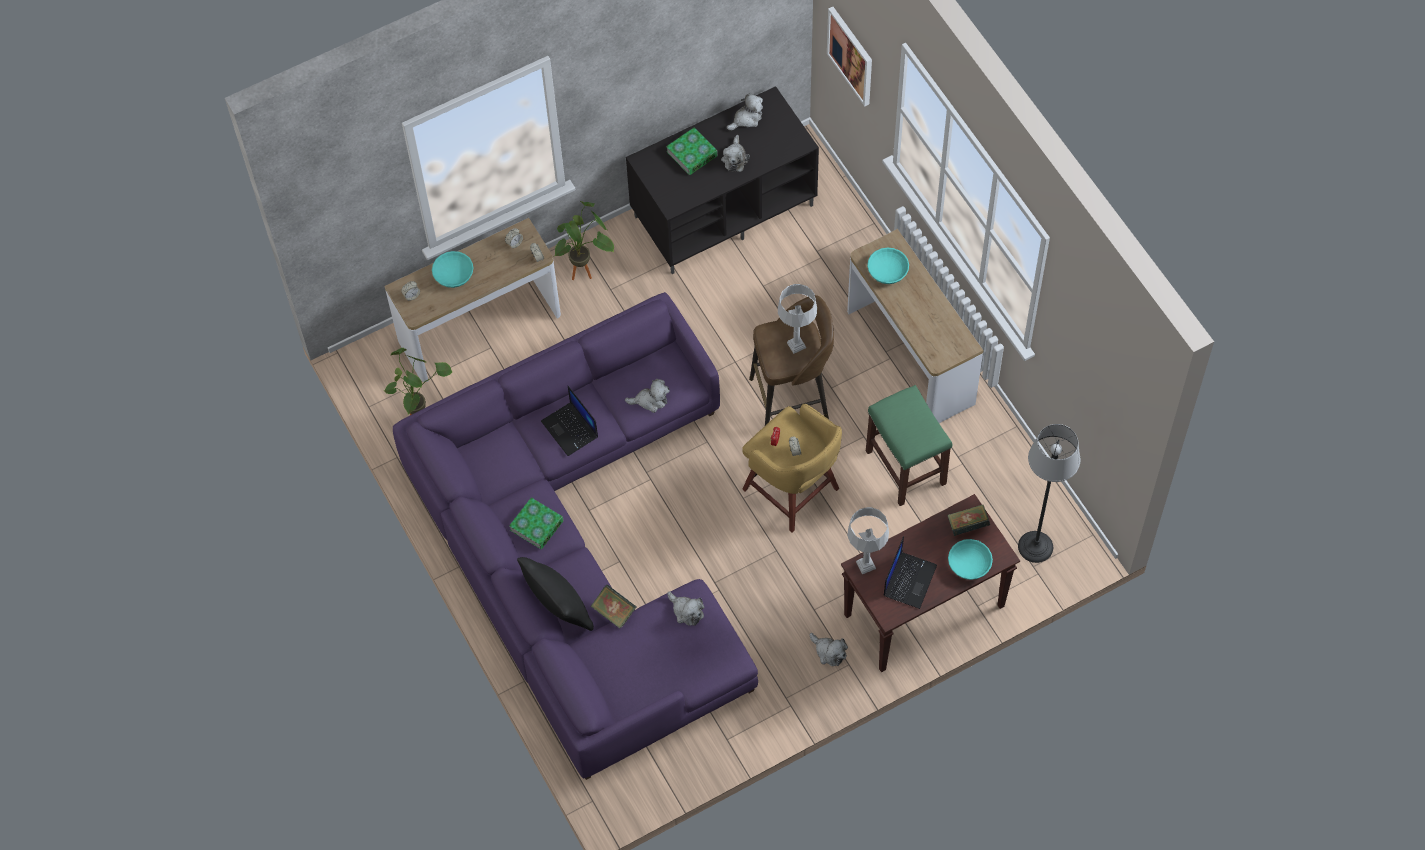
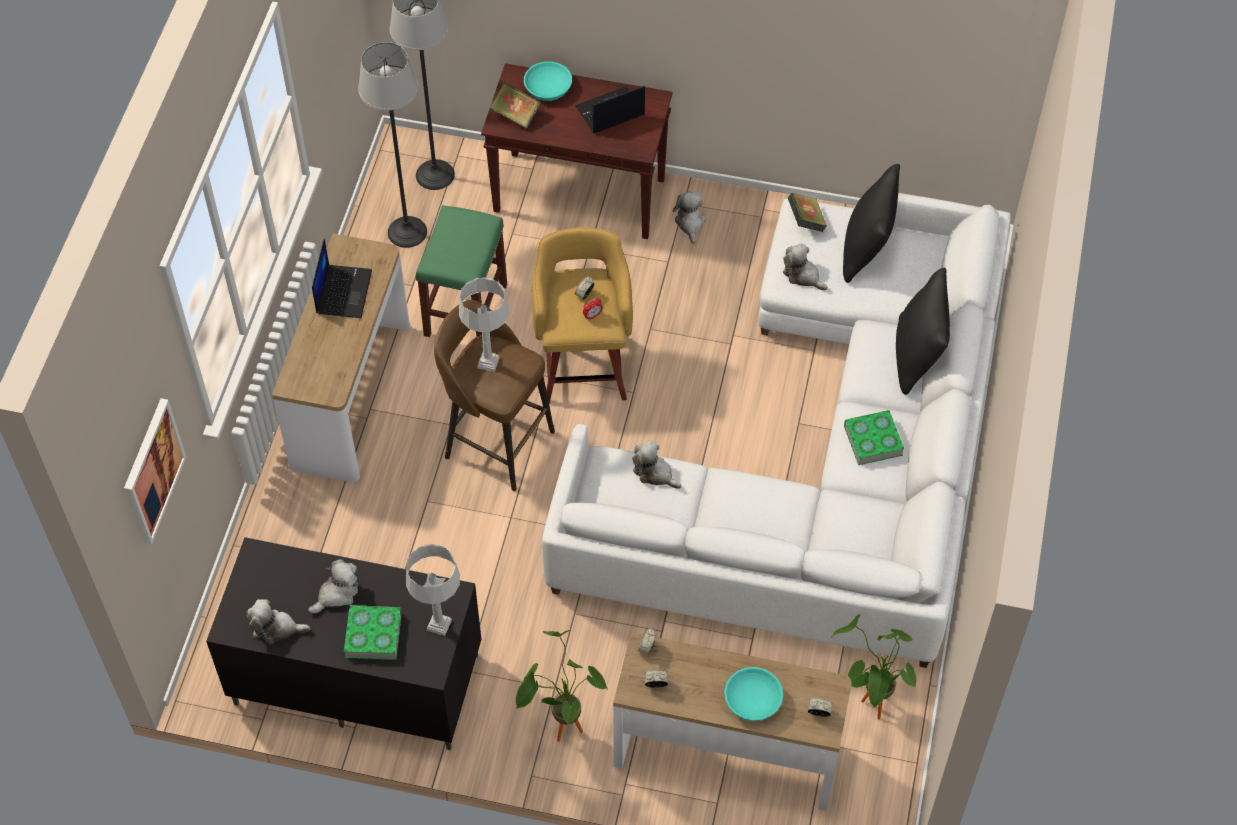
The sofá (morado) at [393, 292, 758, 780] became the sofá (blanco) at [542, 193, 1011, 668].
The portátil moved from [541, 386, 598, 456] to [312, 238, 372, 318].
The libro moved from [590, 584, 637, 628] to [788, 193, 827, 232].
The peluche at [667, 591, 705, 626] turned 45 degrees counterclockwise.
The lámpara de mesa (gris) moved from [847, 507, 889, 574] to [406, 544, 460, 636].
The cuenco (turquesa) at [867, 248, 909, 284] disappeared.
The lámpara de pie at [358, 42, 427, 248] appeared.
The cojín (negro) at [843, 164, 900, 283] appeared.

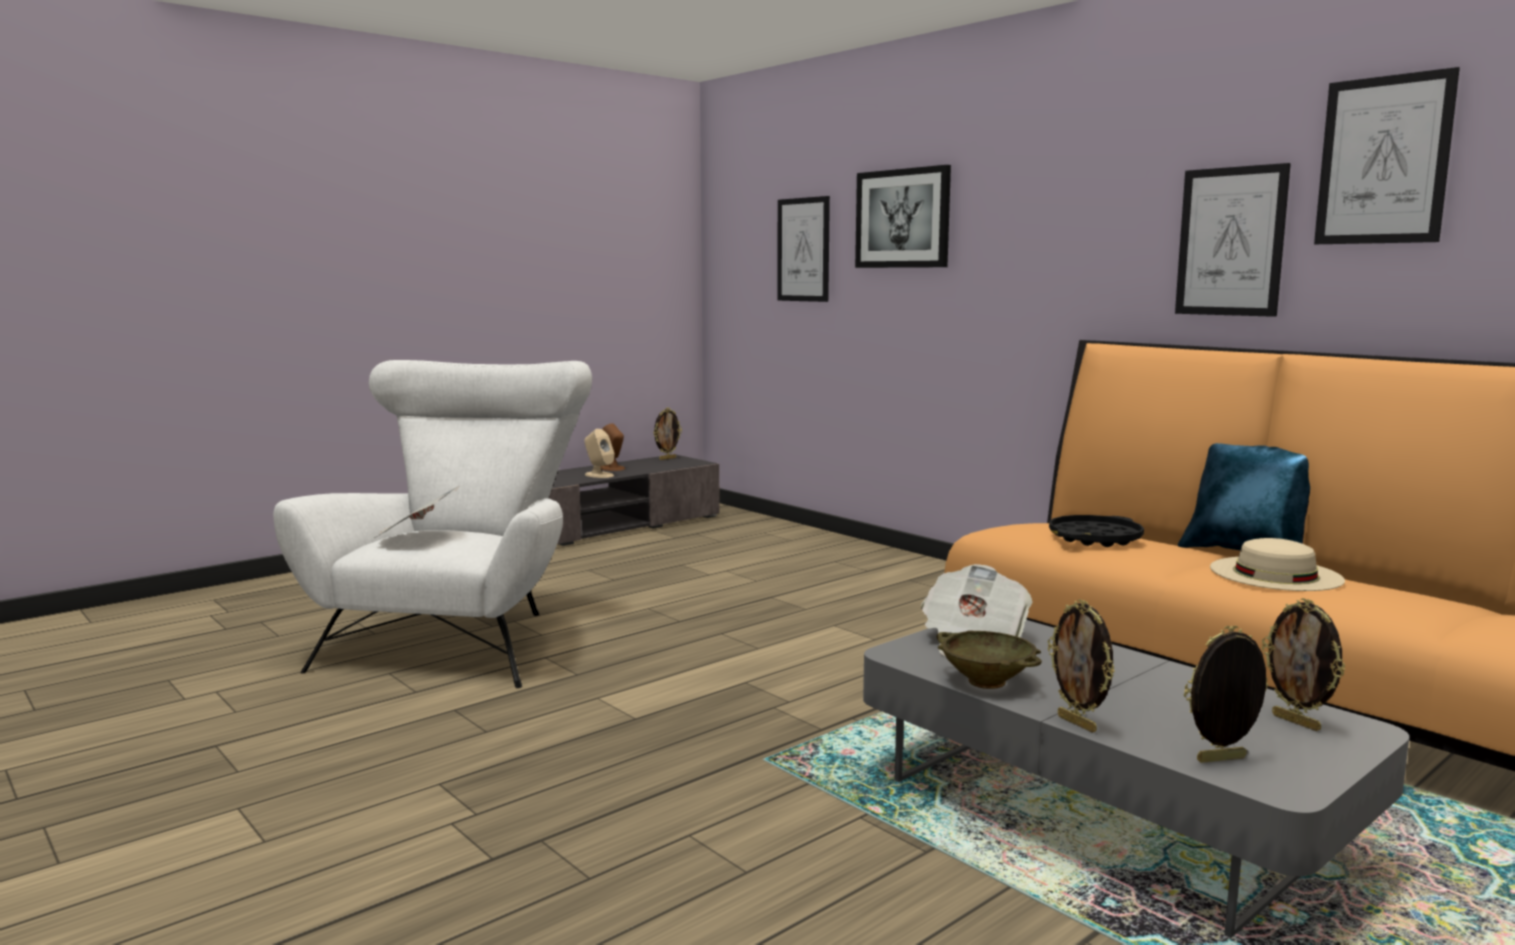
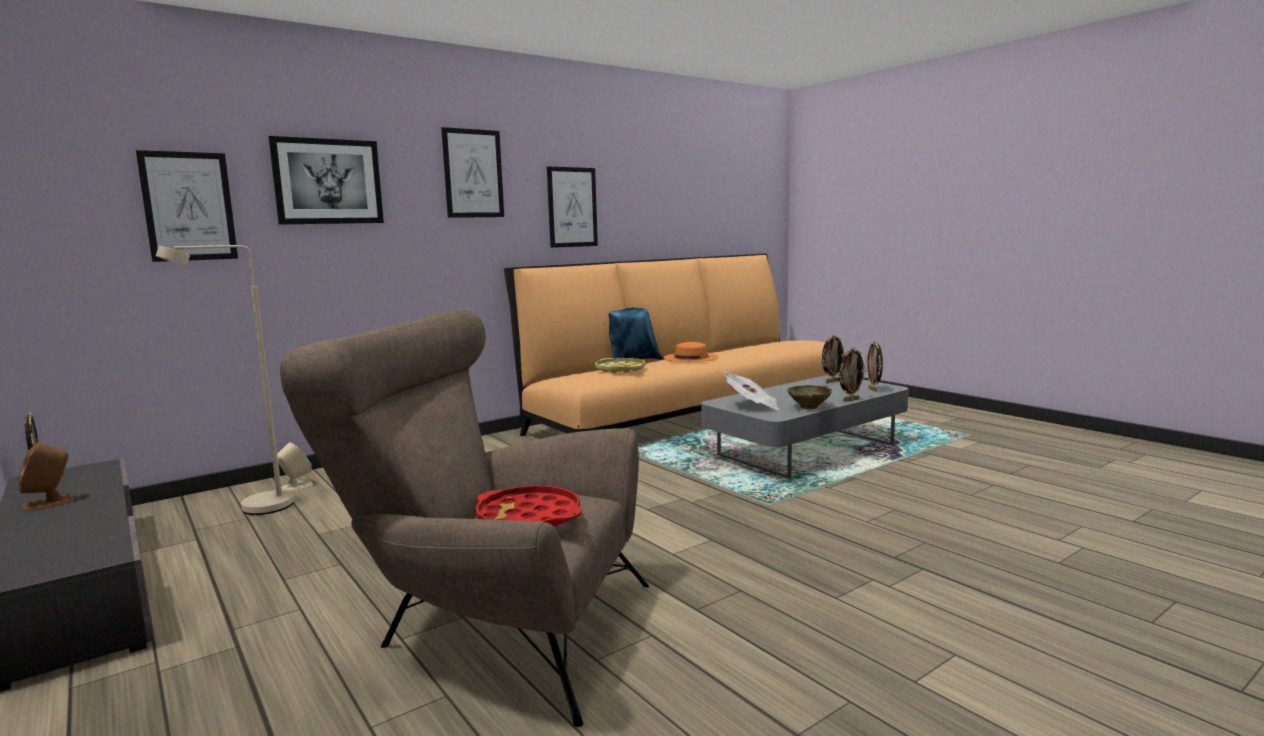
The sillón (blanco) at [273, 360, 592, 688] became the sillón (marrón) at [280, 310, 649, 727].
The periódico at [375, 486, 460, 538] was replaced by the bandeja (rojo) at [476, 486, 582, 527].
The altavoz (beis) moved from [584, 429, 615, 478] to [277, 442, 313, 492].
The bandeja (negro) at [1049, 515, 1144, 547] became the bandeja (amarillo) at [595, 358, 645, 373].
The sombrero (beis) at [1210, 538, 1345, 591] became the sombrero (naranja) at [664, 342, 719, 362].
The cuadro moved from [1314, 67, 1460, 244] to [441, 127, 504, 218].
The lámpara de pie (beis) at [156, 245, 293, 515] appeared.

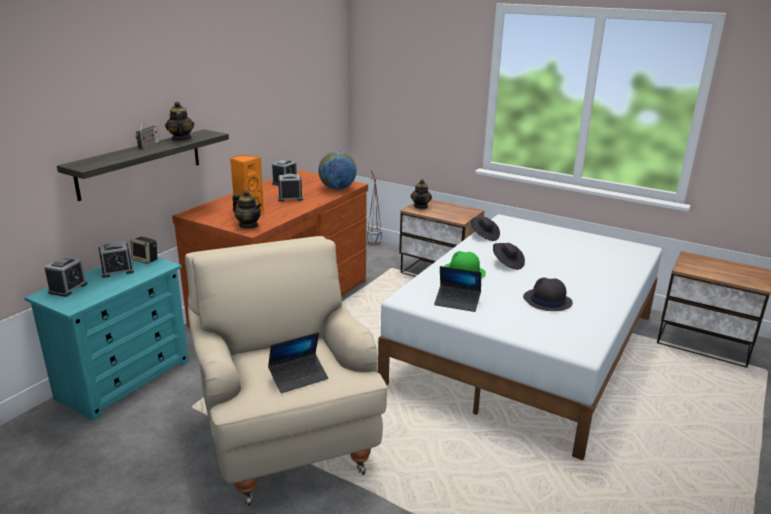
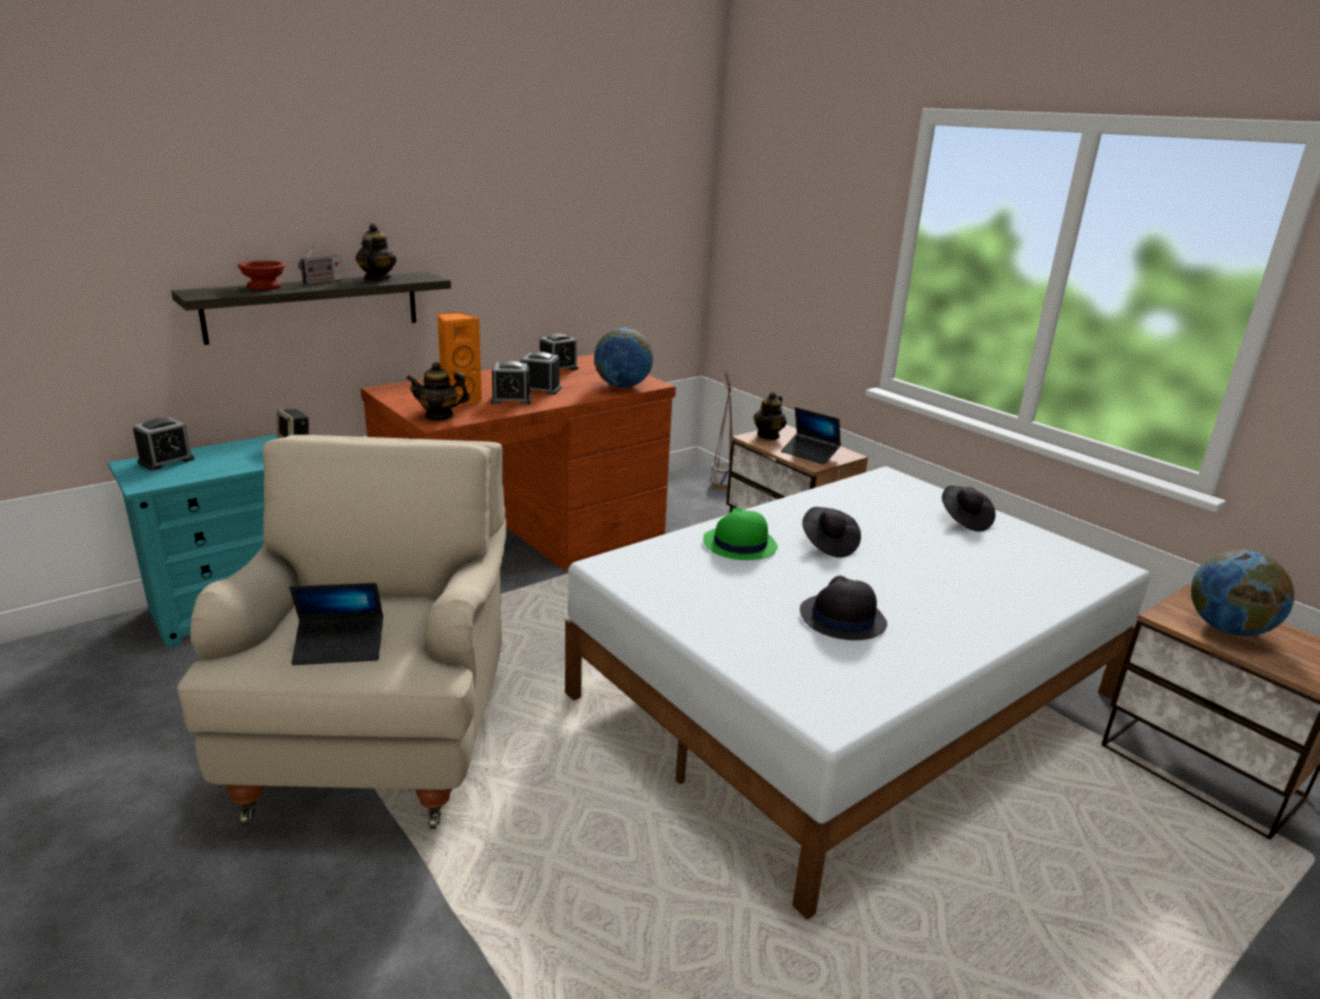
The despertador moved from [98, 241, 134, 278] to [491, 361, 531, 404].
The tetera at [232, 190, 262, 228] turned 120 degrees clockwise.
The portátil moved from [434, 266, 481, 312] to [781, 407, 841, 465].
The sombrero (negro) moved from [471, 217, 500, 241] to [942, 486, 995, 532].
The cuenco (marrón) at [238, 260, 285, 290] appeared.
The globo terráqueo at [1191, 550, 1294, 636] appeared.

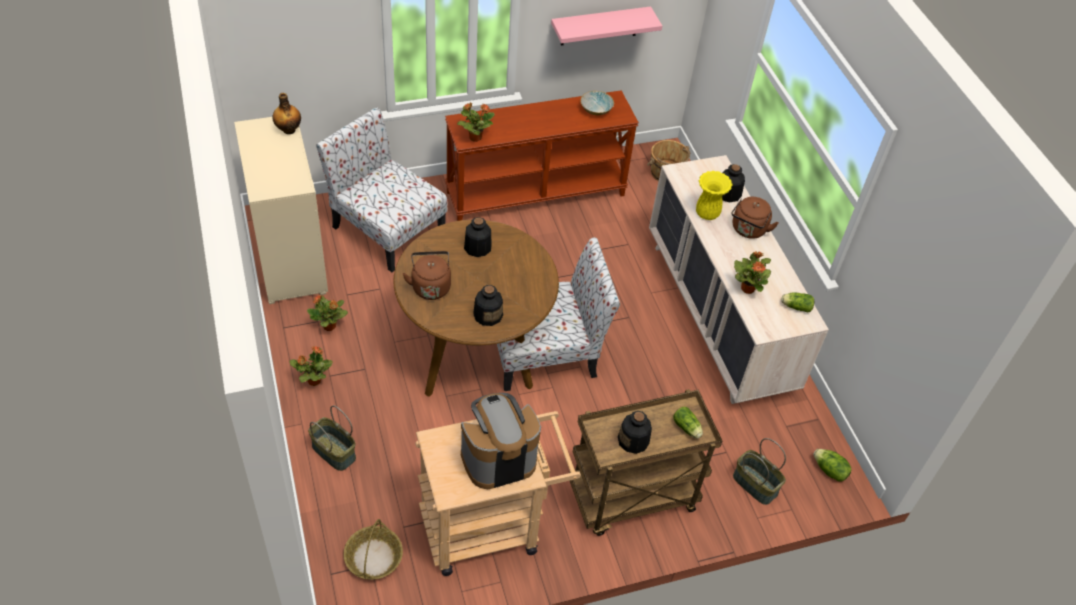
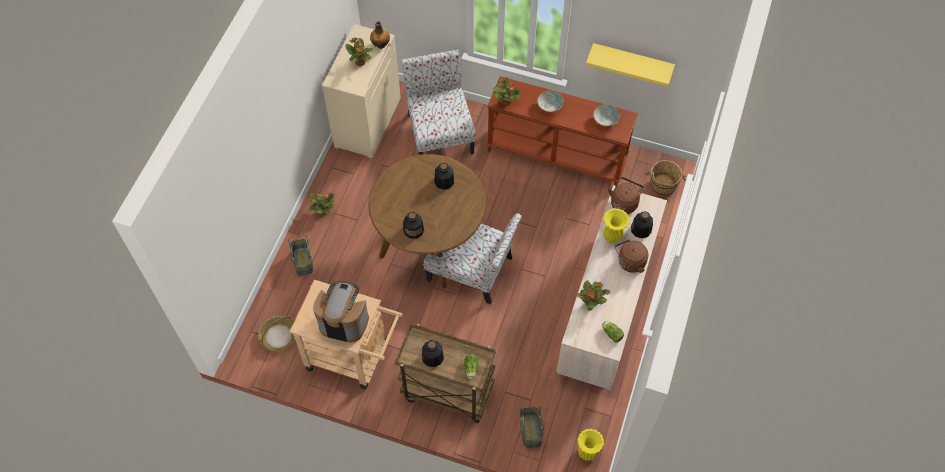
The planta en maceta moved from [307, 295, 348, 331] to [345, 38, 373, 66].
The hervidor (marrón) moved from [402, 251, 451, 300] to [608, 177, 645, 214].
The estante (rosa) at [551, 7, 662, 45] became the estante (amarillo) at [586, 43, 675, 87].
The lechuga at [813, 449, 852, 481] was replaced by the florero (amarillo) at [577, 429, 604, 461].
The cuenco at [537, 91, 564, 113] appeared.

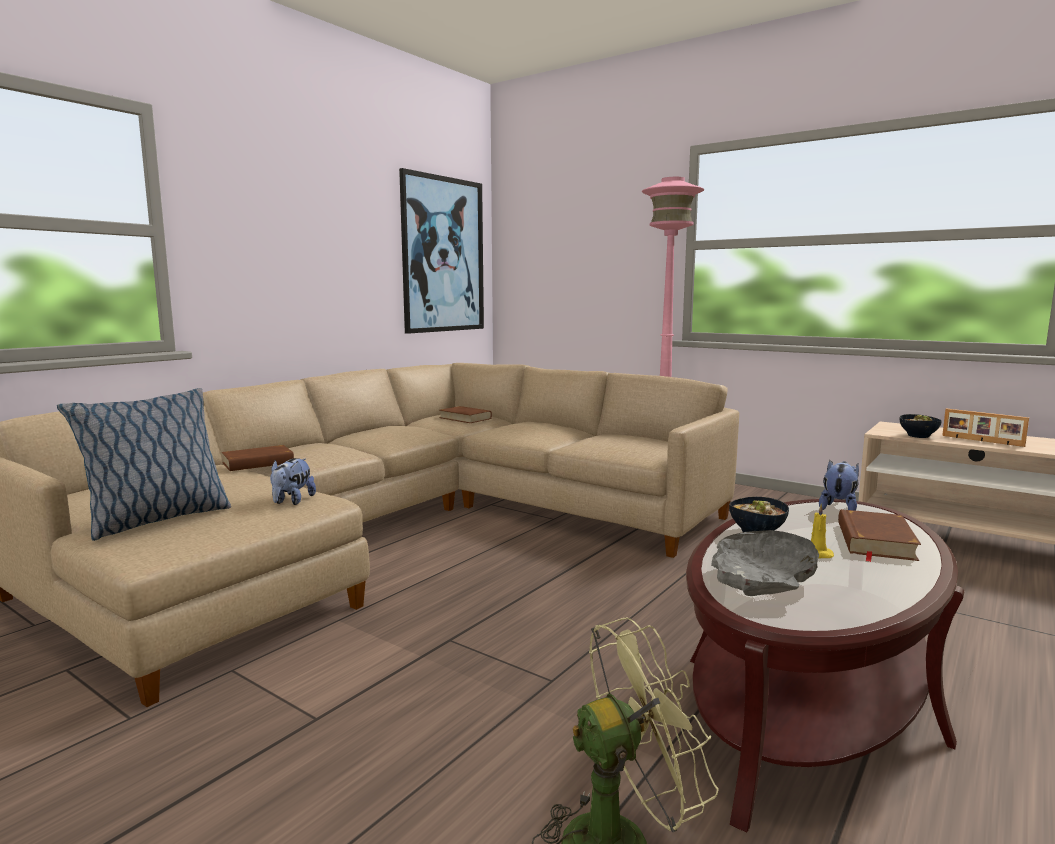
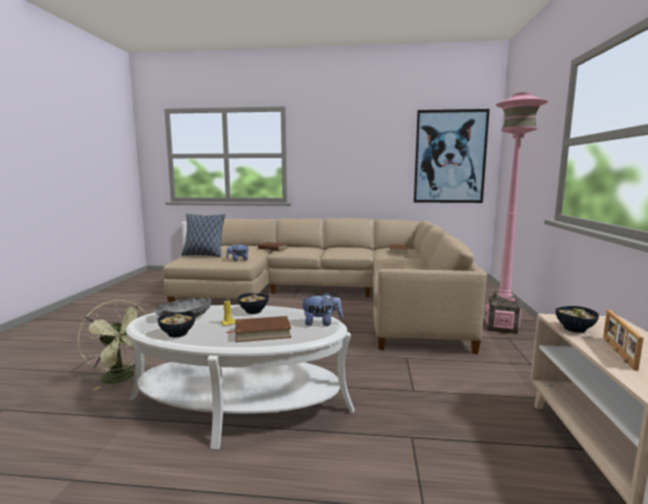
The mesa de centro (marrón) at [686, 499, 964, 833] became the mesa de centro (blanco) at [126, 305, 354, 449].
The cuenco at [157, 312, 195, 337] appeared.

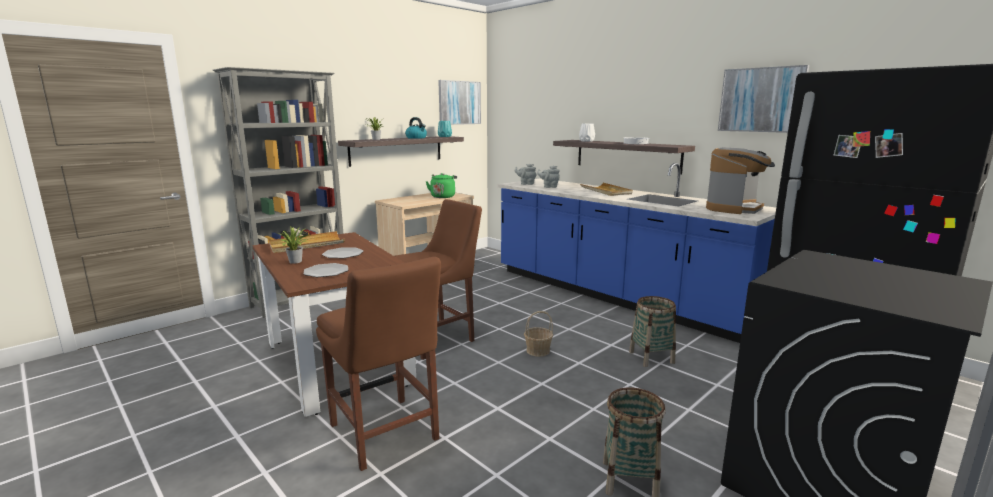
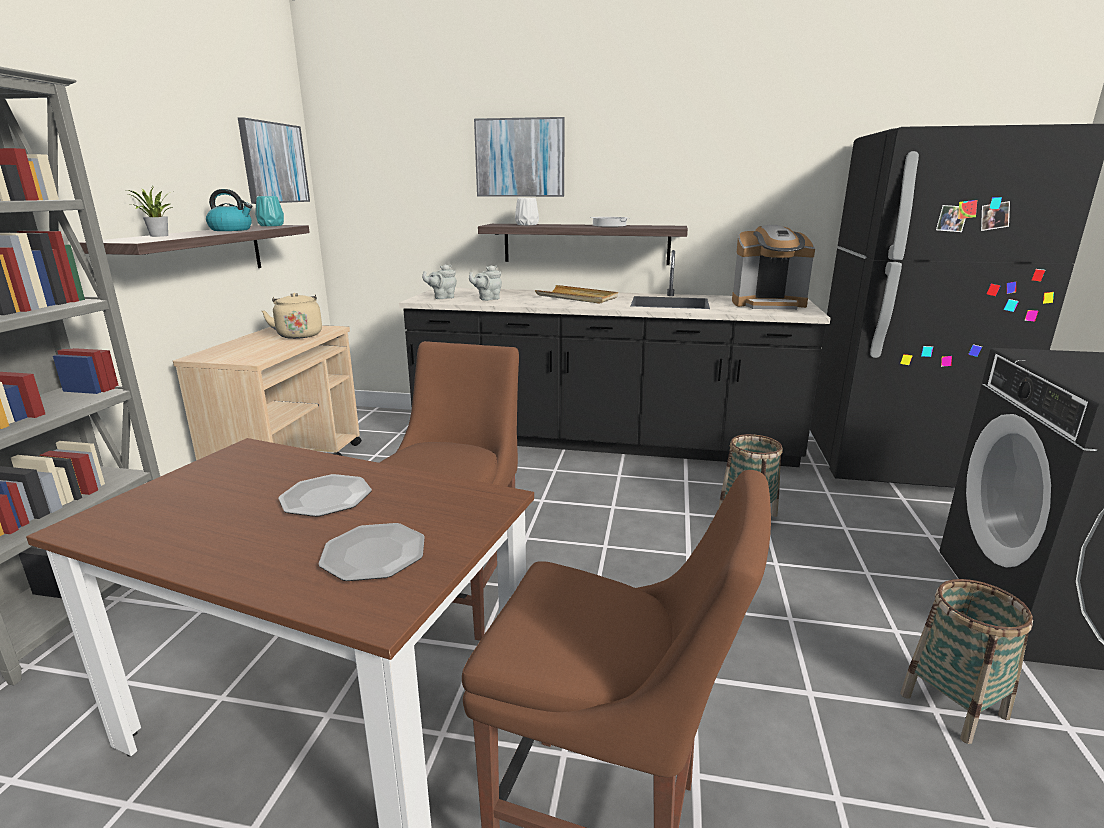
The bandeja (beis) at [269, 231, 345, 253] disappeared.
The planta en maceta at [279, 227, 309, 264] disappeared.
The hervidor (verde) at [426, 173, 457, 198] became the hervidor (beis) at [262, 293, 322, 339].
The mueble bajo de cocina (azul) at [498, 163, 776, 343] became the mueble bajo de cocina (negro) at [399, 250, 831, 467].
The cesta at [524, 311, 553, 357] disappeared.
The cafetera at [706, 147, 775, 214] turned 90 degrees clockwise.
The cuadro moved from [718, 65, 809, 133] to [474, 117, 565, 197].

